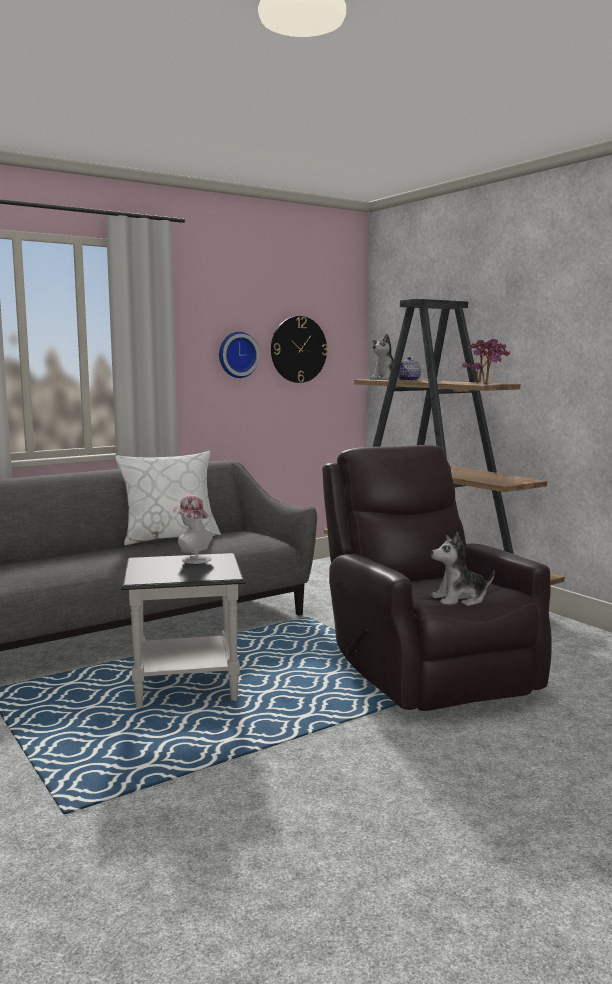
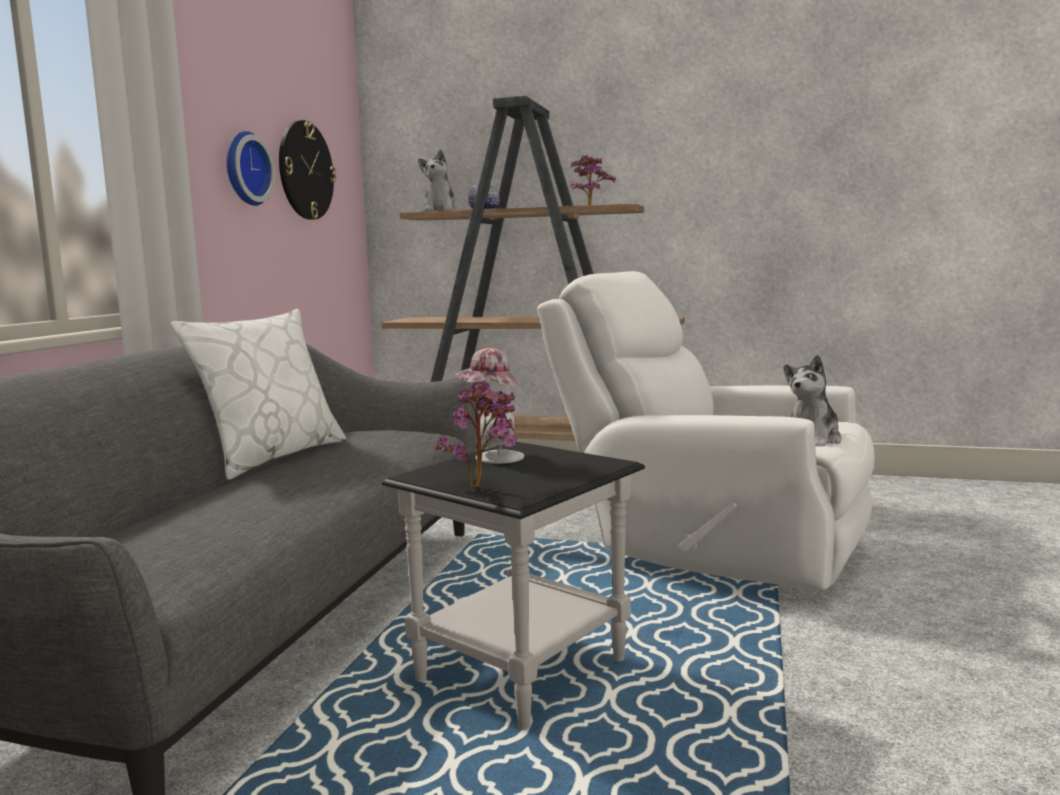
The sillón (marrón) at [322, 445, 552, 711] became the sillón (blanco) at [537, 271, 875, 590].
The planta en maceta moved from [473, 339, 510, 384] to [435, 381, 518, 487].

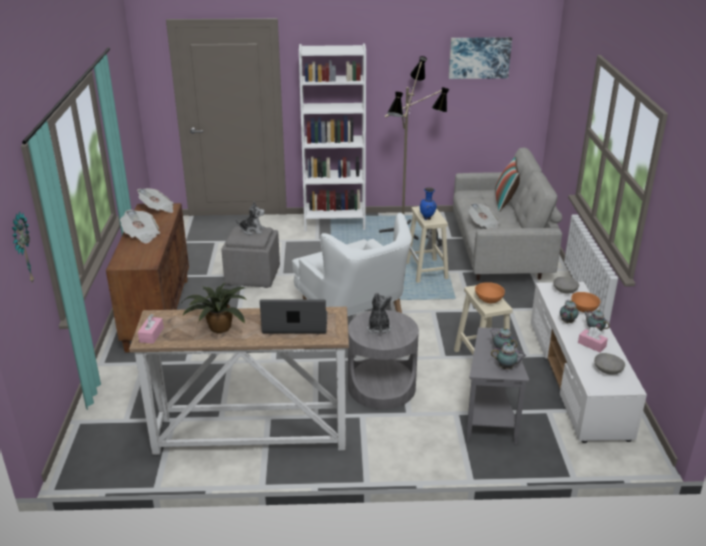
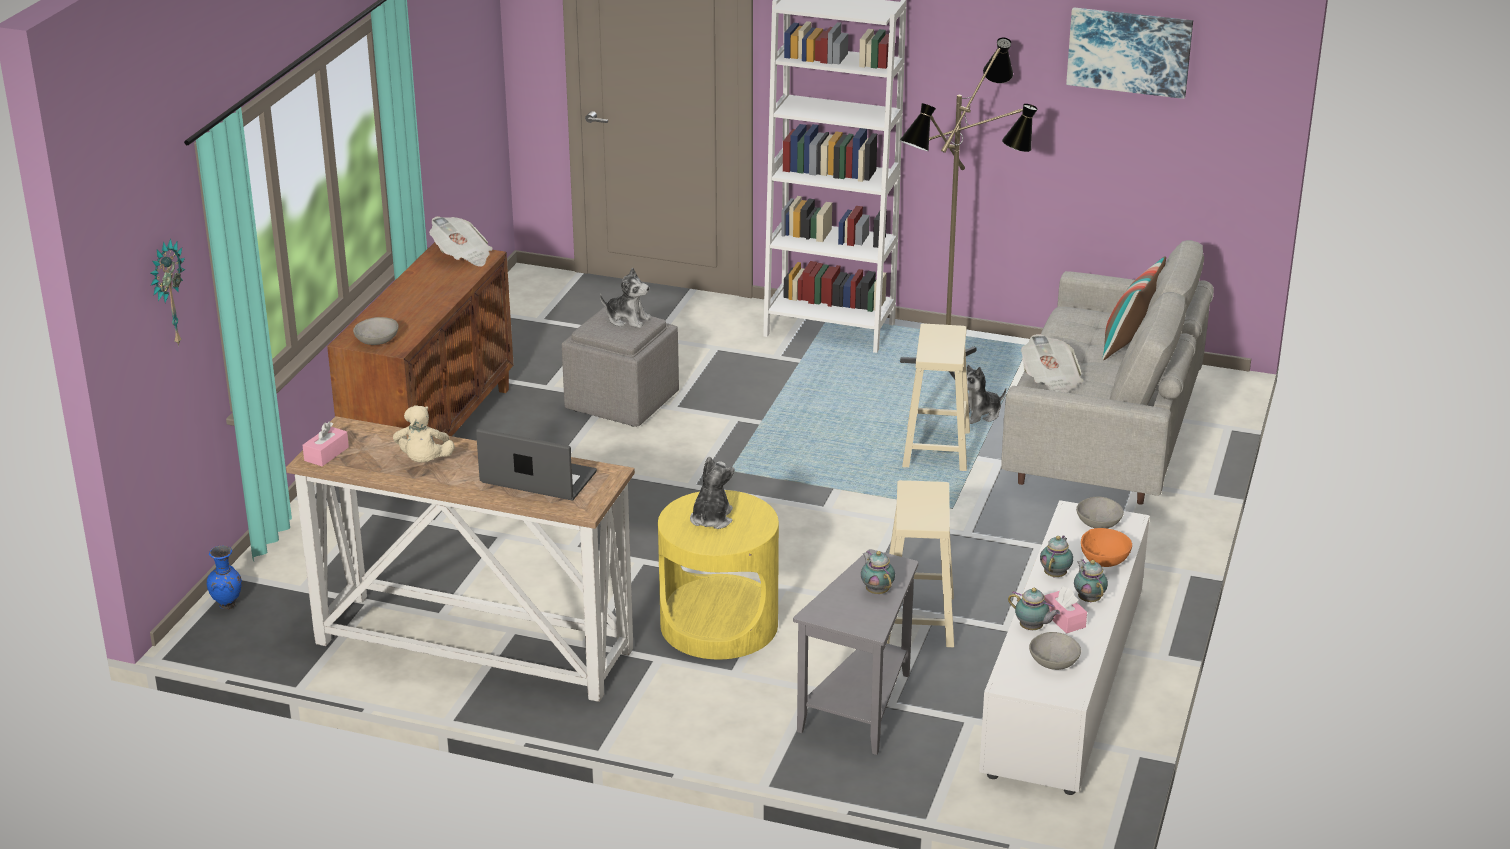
The periódico at [120, 210, 160, 244] disappeared.
The planta en maceta at [182, 283, 247, 333] was replaced by the peluche (beis) at [393, 405, 455, 463].
The sillón (blanco) at [292, 212, 412, 316] disappeared.
The mesa auxiliar (gris) at [348, 310, 419, 409] became the mesa auxiliar (amarillo) at [658, 490, 779, 659].
The florero (azul) moved from [420, 187, 437, 220] to [207, 545, 242, 609].
The cuenco (naranja) at [475, 282, 505, 303] disappeared.
The tetera moved from [491, 343, 526, 369] to [1008, 588, 1060, 630].
The cuenco (gris) at [353, 317, 398, 345] appeared.

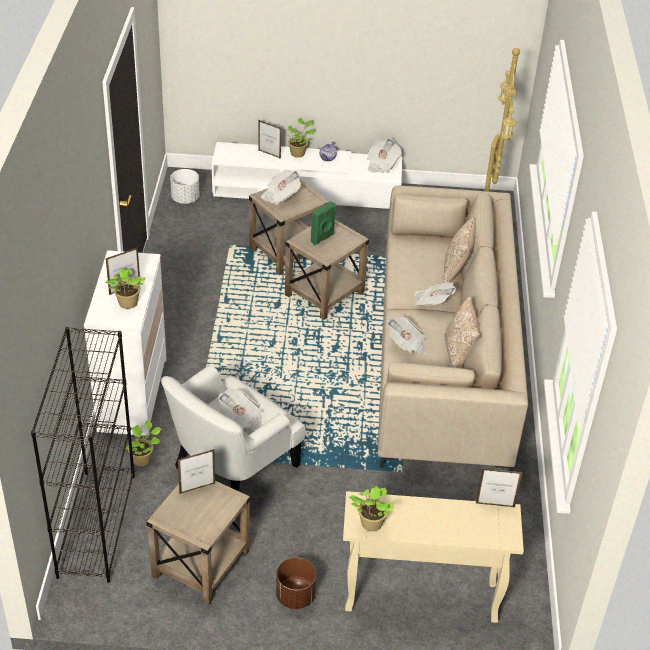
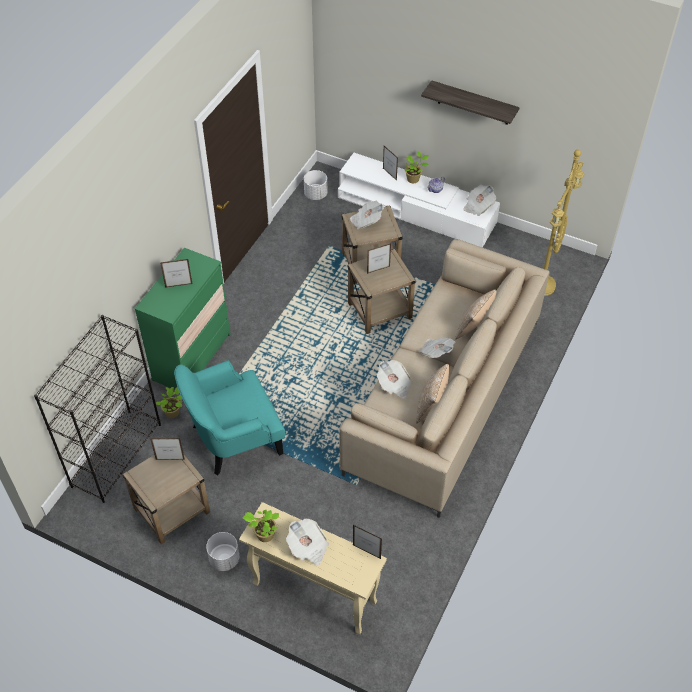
The cómoda (blanco) at [84, 250, 167, 436] became the cómoda (verde) at [135, 248, 230, 390].
The planta en maceta at [105, 268, 146, 309] disappeared.
The sillón (blanco) at [161, 365, 306, 491] became the sillón (turquesa) at [174, 360, 285, 475].
The periódico moved from [218, 389, 263, 430] to [286, 519, 329, 565].
The maceta (marrón) at [276, 557, 316, 609] became the maceta (blanco) at [206, 532, 239, 571].
The altavoz (verde) at [311, 201, 336, 245] was replaced by the portarretratos at [367, 243, 391, 274].
The estante at [421, 80, 520, 125] appeared.

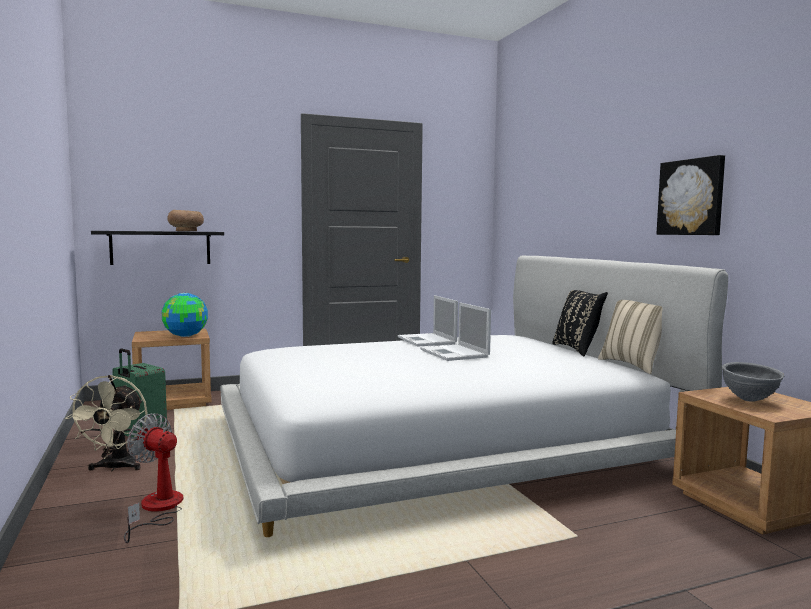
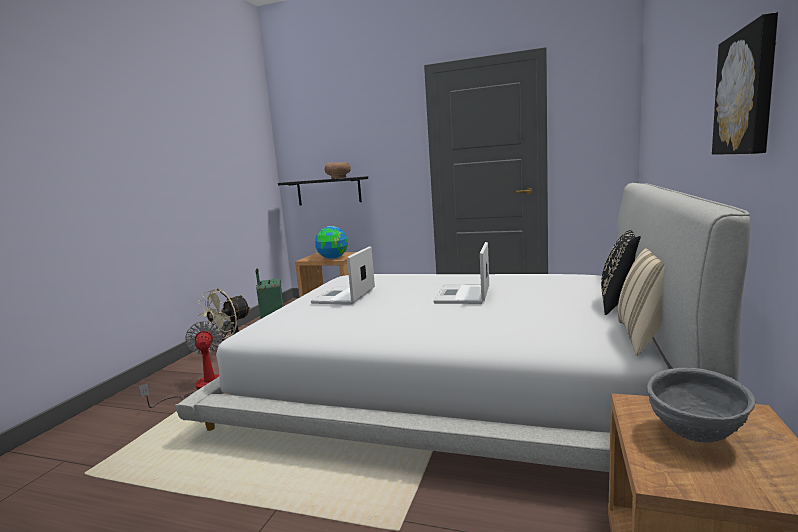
The portátil moved from [398, 295, 458, 347] to [311, 246, 375, 305].

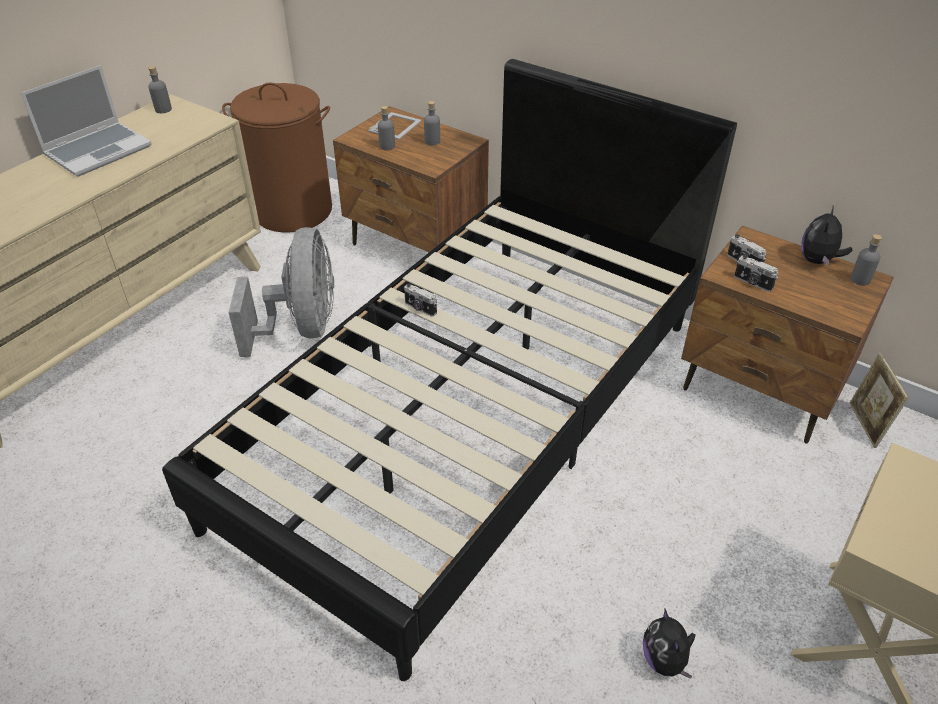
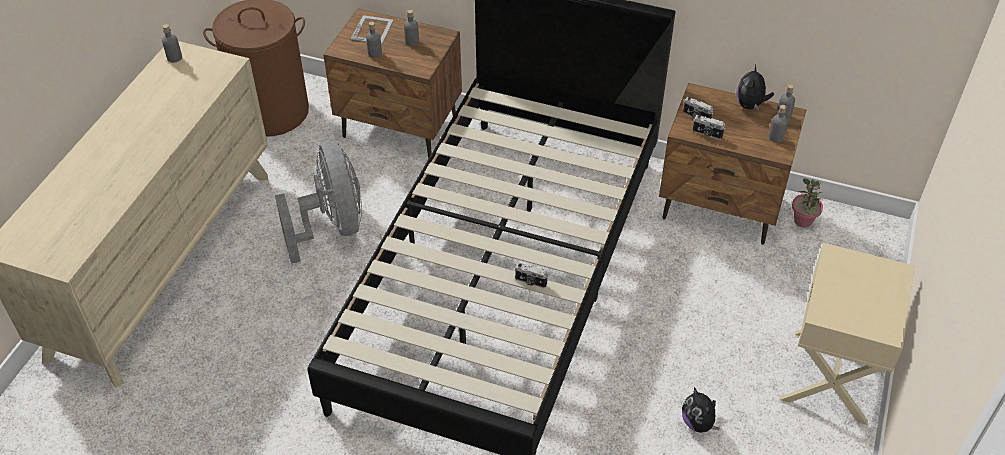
The portátil at [21, 65, 152, 177] disappeared.
The cámara moved from [404, 283, 437, 317] to [515, 263, 548, 288].
The portarretratos at [850, 353, 909, 448] was replaced by the planta en maceta at [792, 178, 823, 228].
The botella (gris) at [769, 105, 788, 143] appeared.

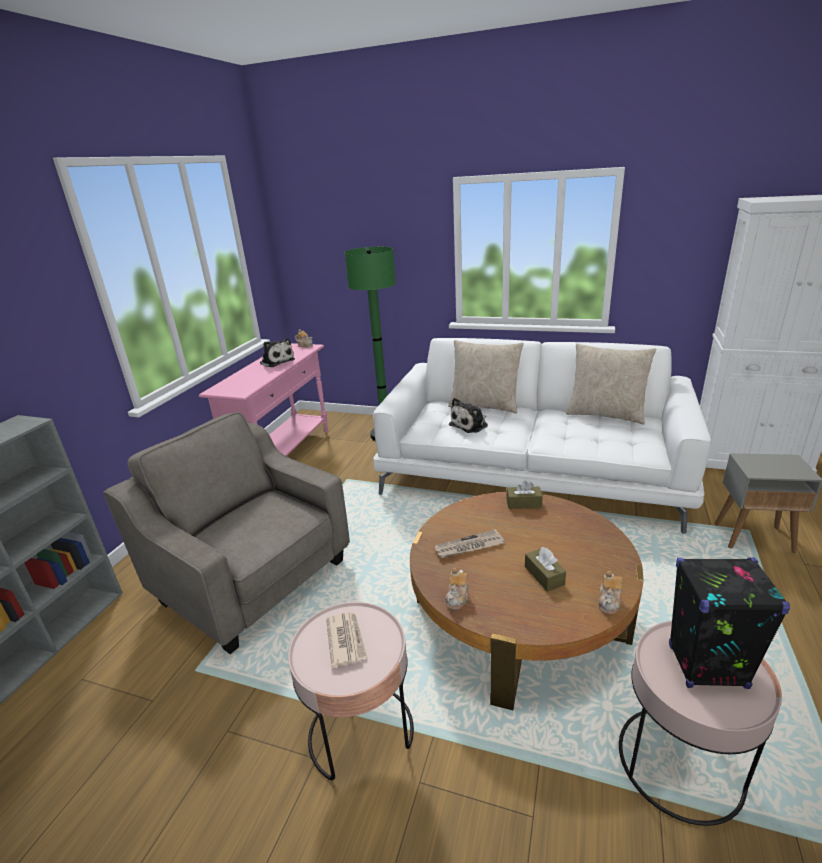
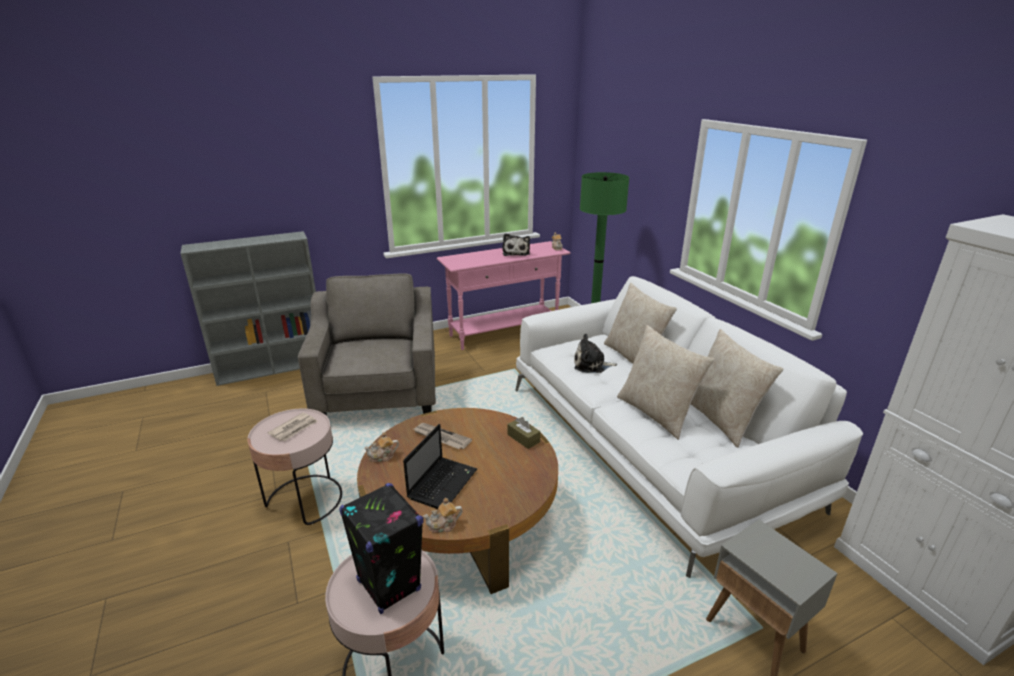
The caja de pañuelos (marrón) at [525, 547, 566, 592] was replaced by the portátil at [403, 424, 477, 509].
The cojín (beis) at [617, 325, 714, 440] appeared.

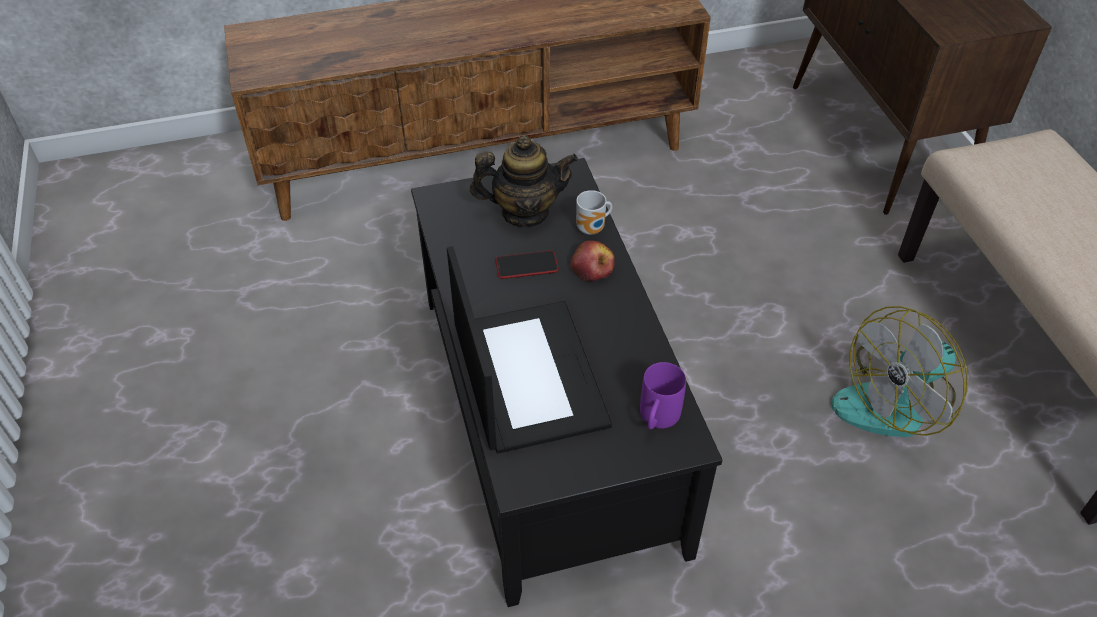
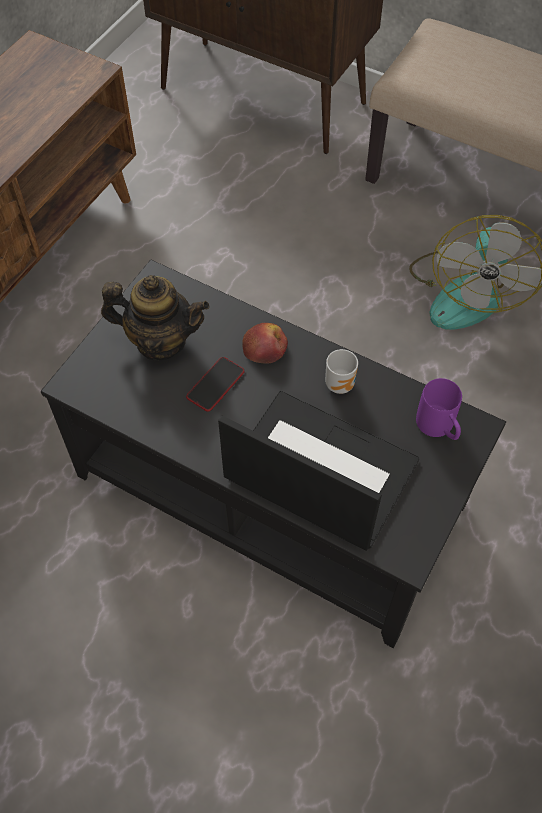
The tetera at [470, 135, 578, 228] turned 60 degrees clockwise.
The taza grande moved from [576, 190, 612, 235] to [325, 349, 358, 394].

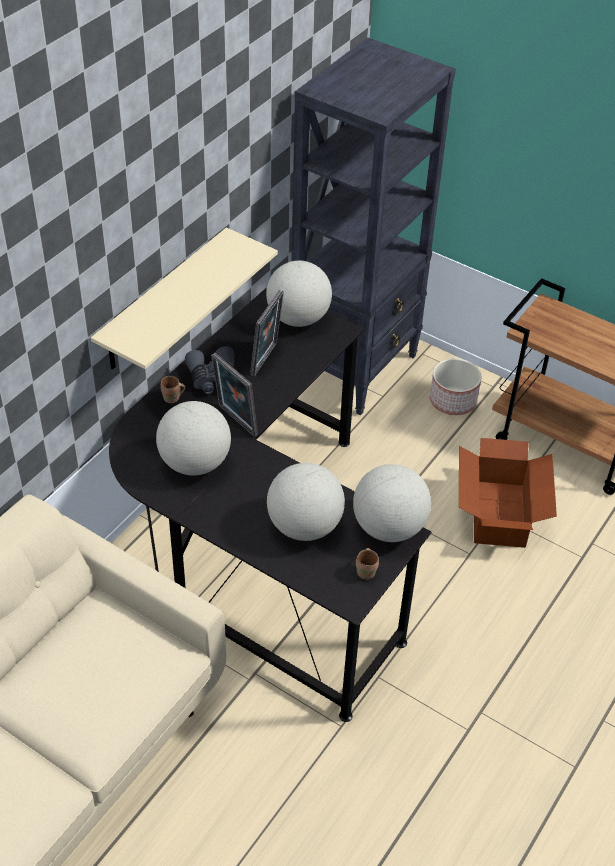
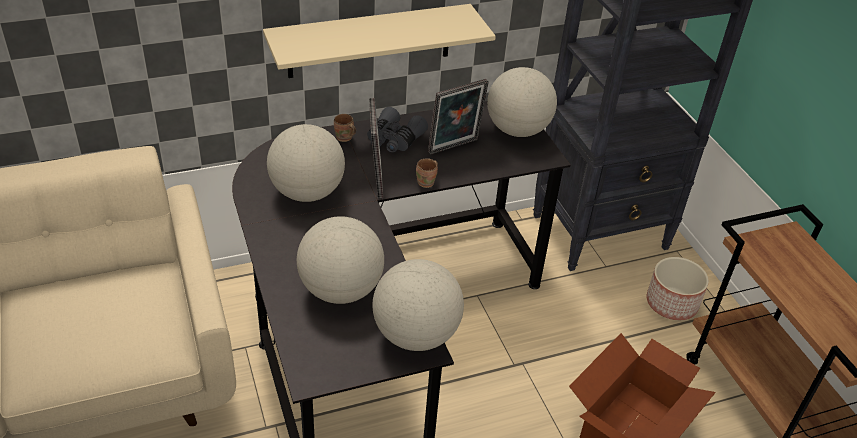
The taza grande (marrón) moved from [356, 548, 379, 580] to [416, 158, 438, 188].

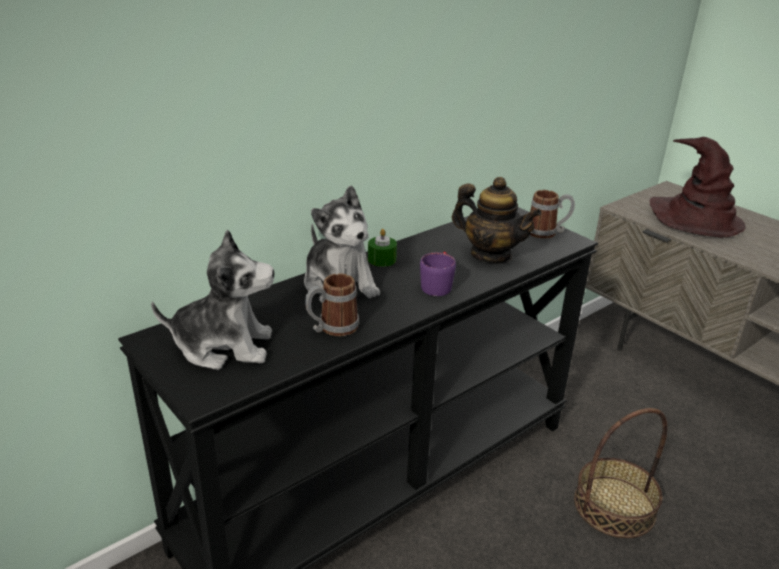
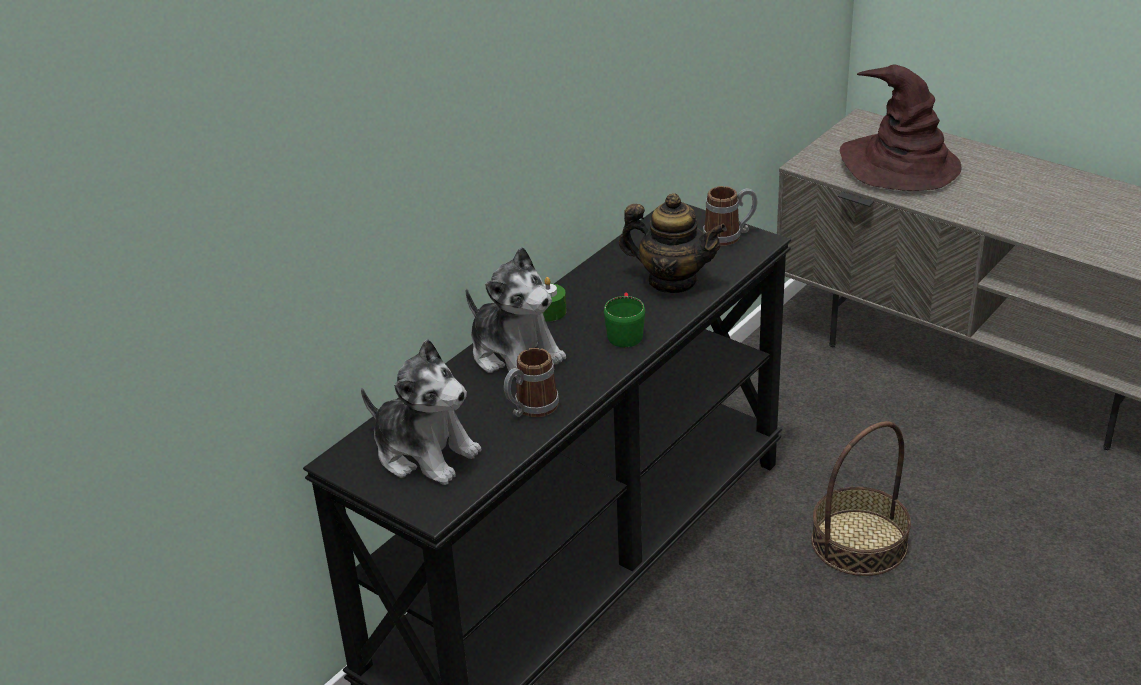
The peluche at [151, 229, 274, 370] turned 45 degrees clockwise.
The taza grande (morado) at [420, 252, 456, 296] became the taza grande (verde) at [604, 293, 645, 347].

